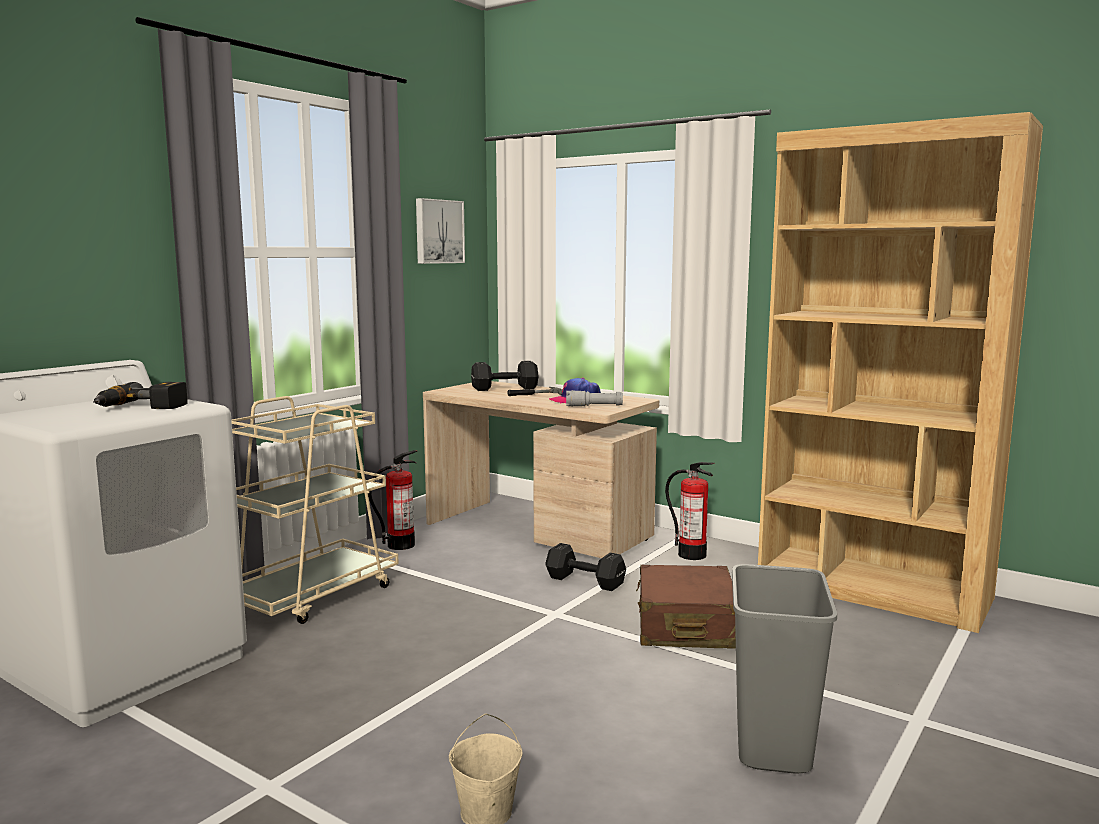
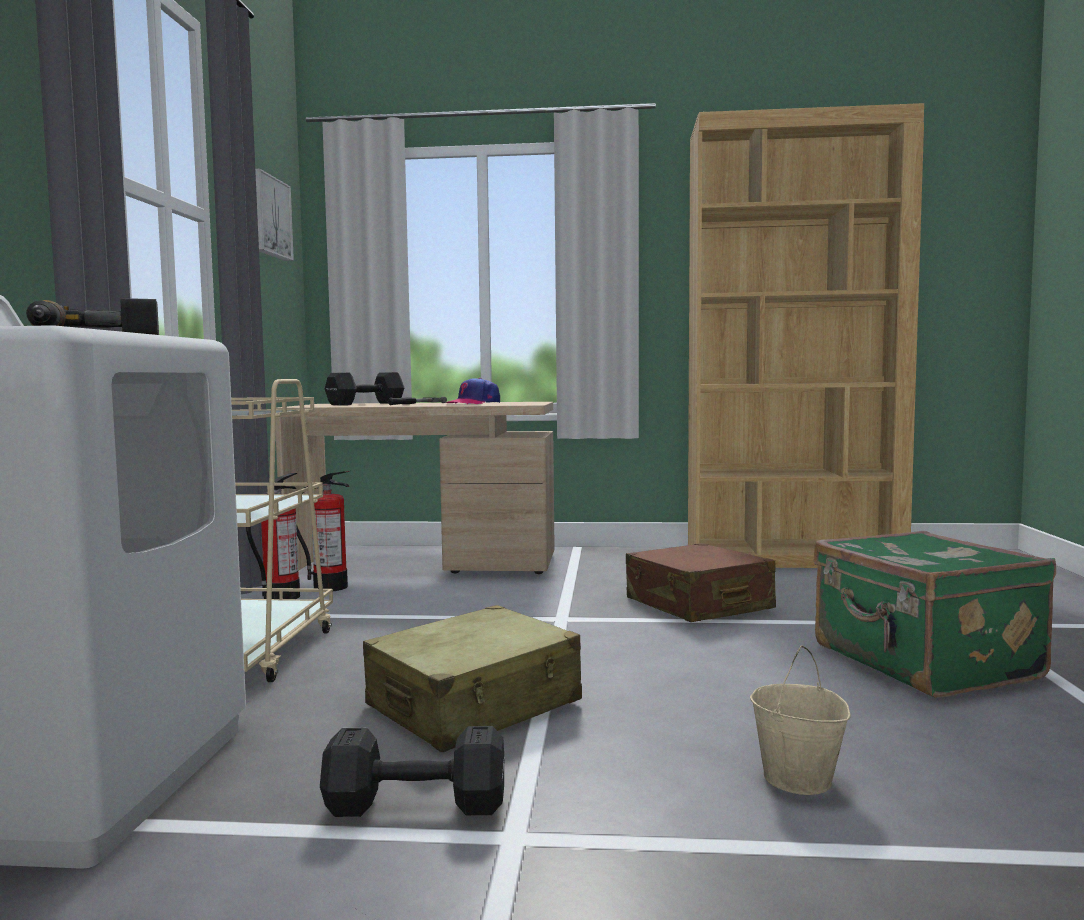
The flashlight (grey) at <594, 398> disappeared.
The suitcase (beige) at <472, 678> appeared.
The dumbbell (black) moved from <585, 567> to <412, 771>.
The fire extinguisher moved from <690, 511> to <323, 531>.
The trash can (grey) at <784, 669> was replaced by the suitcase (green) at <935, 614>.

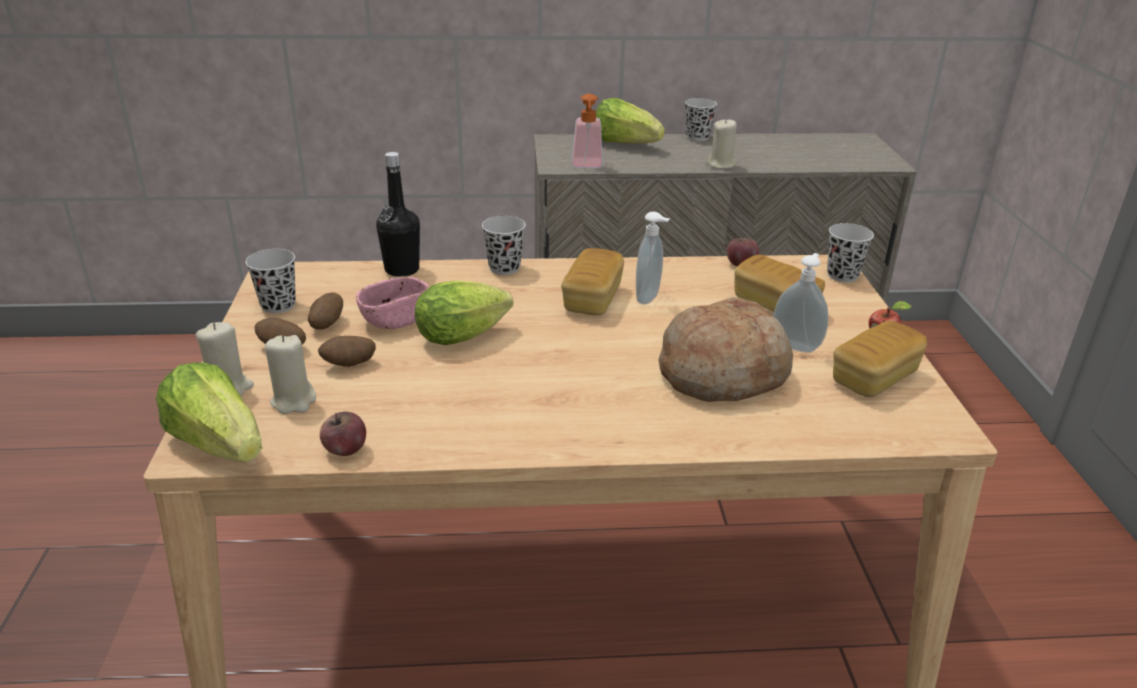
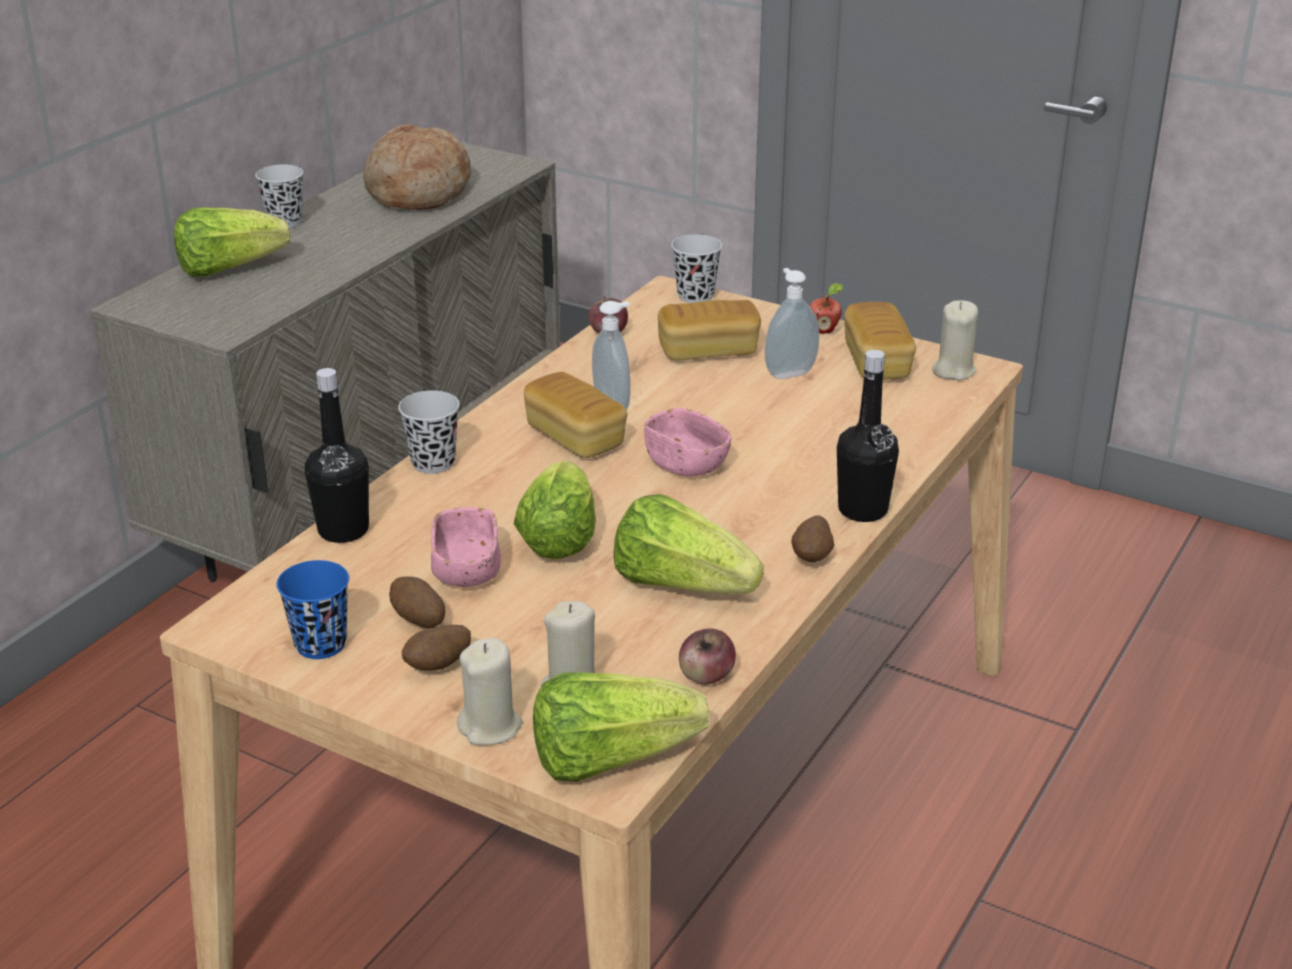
The soap dispenser at <587, 131> disappeared.
The lettuce at <689, 544> appeared.
The bowl (pink) at <687, 442> appeared.
The bottle (black) at <868, 436> appeared.
The potato moved from <347, 351> to <812, 539>.
The bread moved from <725, 349> to <417, 167>.
The candle (beige) moved from <722, 143> to <955, 341>.
The cup (black) at <271, 281> became the cup (blue) at <312, 609>.

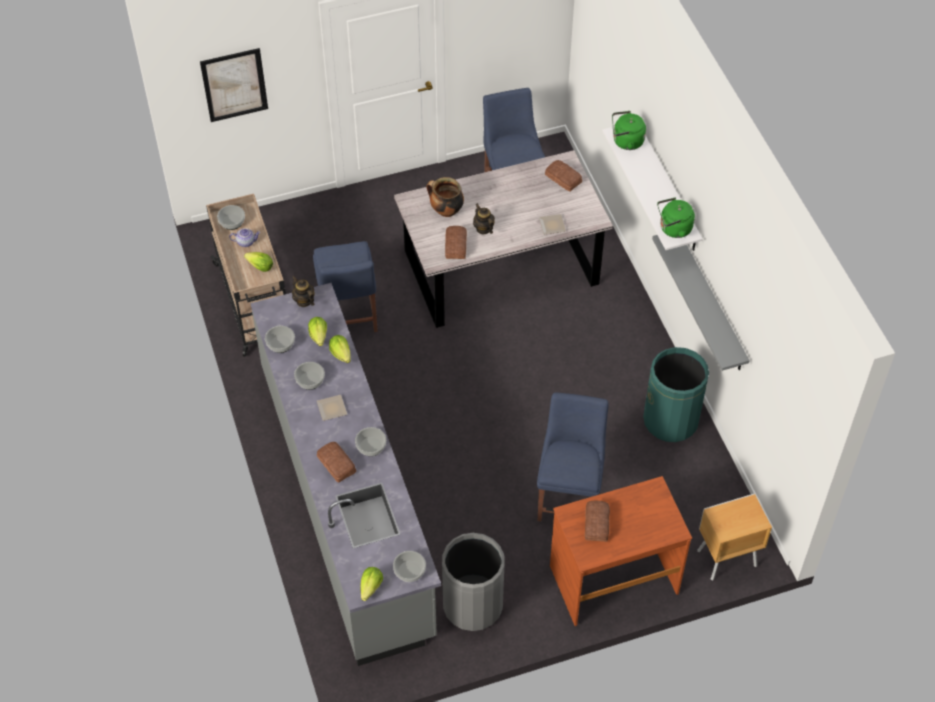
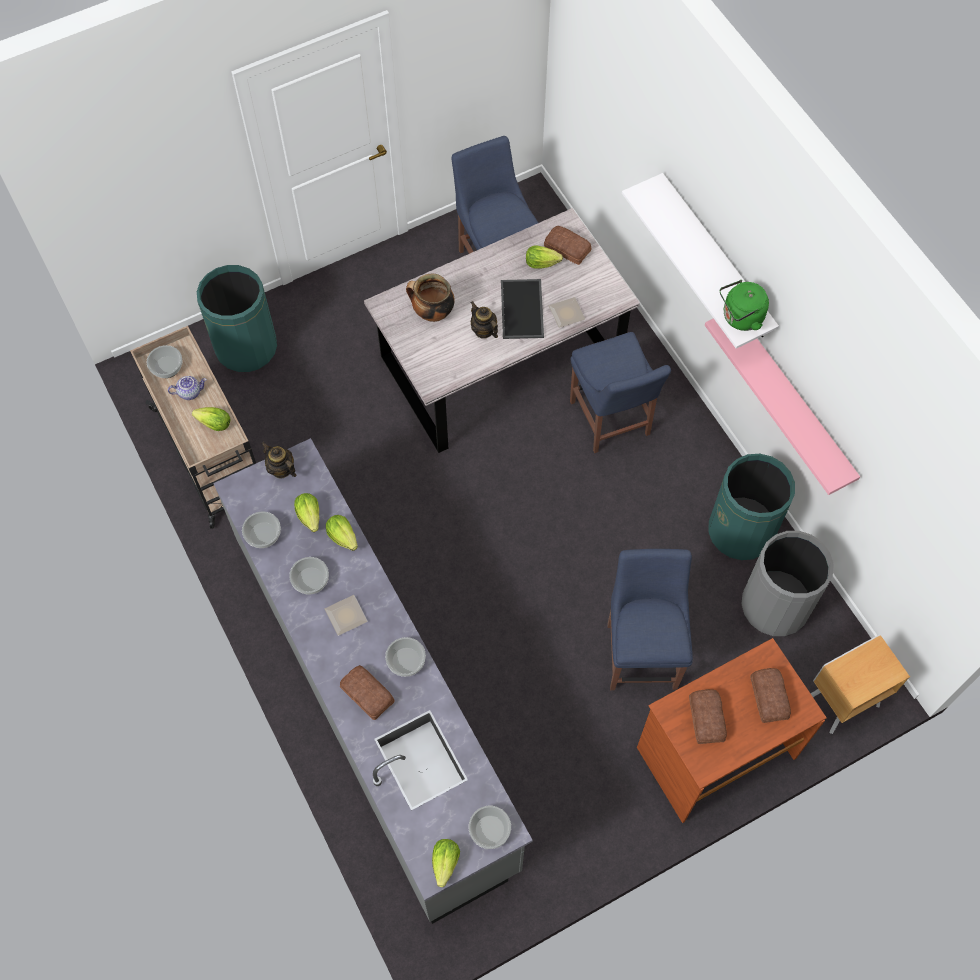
The picture at <234, 85> disappeared.
The kettle (green) at <629, 130> disappeared.
The trash can (green) at <237, 318> appeared.
The tray at <522, 309> appeared.
The lettuce at <544, 257> appeared.
The chair (blue) moved from <345, 286> to <620, 392>.
The trash can (grey) moved from <473, 582> to <787, 583>.
The bread moved from <456, 242> to <770, 695>.
The shelf (grey) at <701, 303> became the shelf (pink) at <782, 406>.

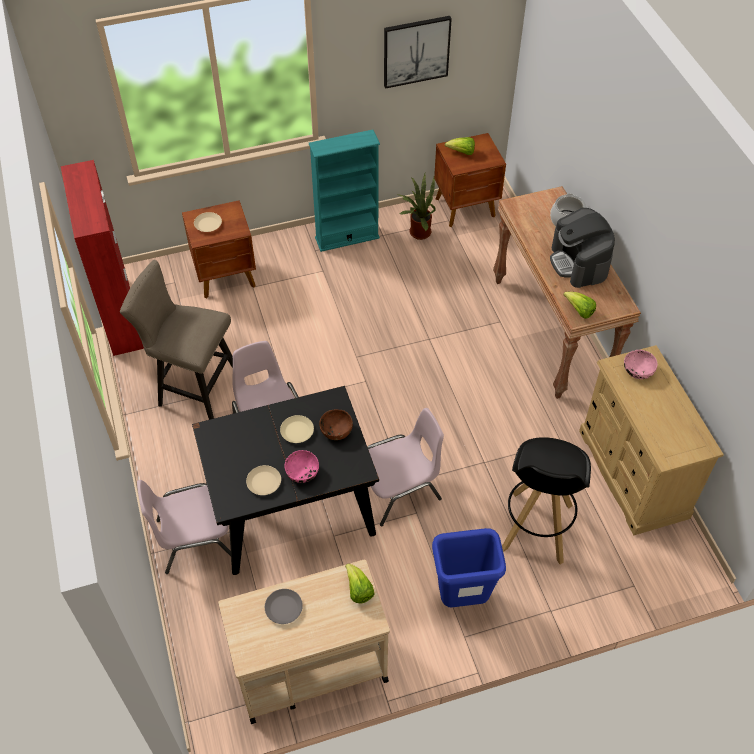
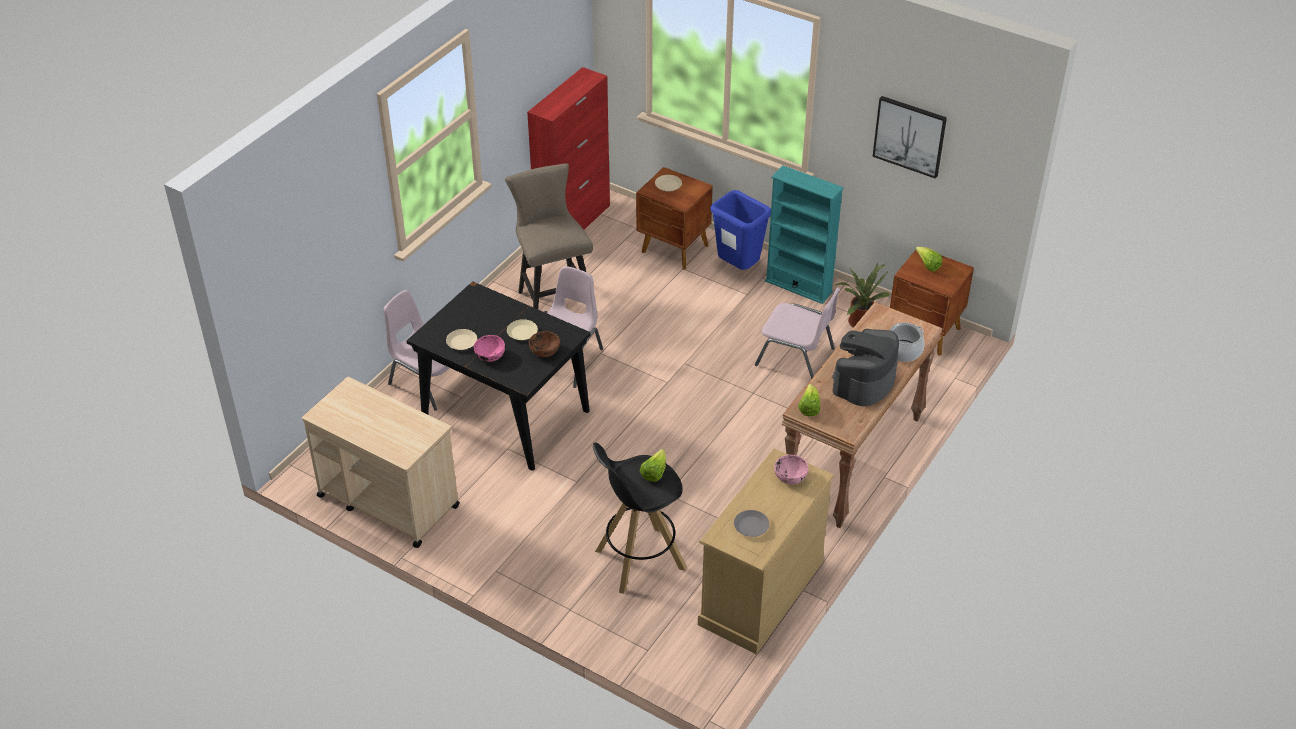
The plate (grey) moved from <284, 606> to <751, 523>.
The lettuce moved from <360, 583> to <653, 465>.
The chair (pink) moved from <405, 467> to <797, 333>.
The trash can (blue) moved from <469, 567> to <740, 230>.

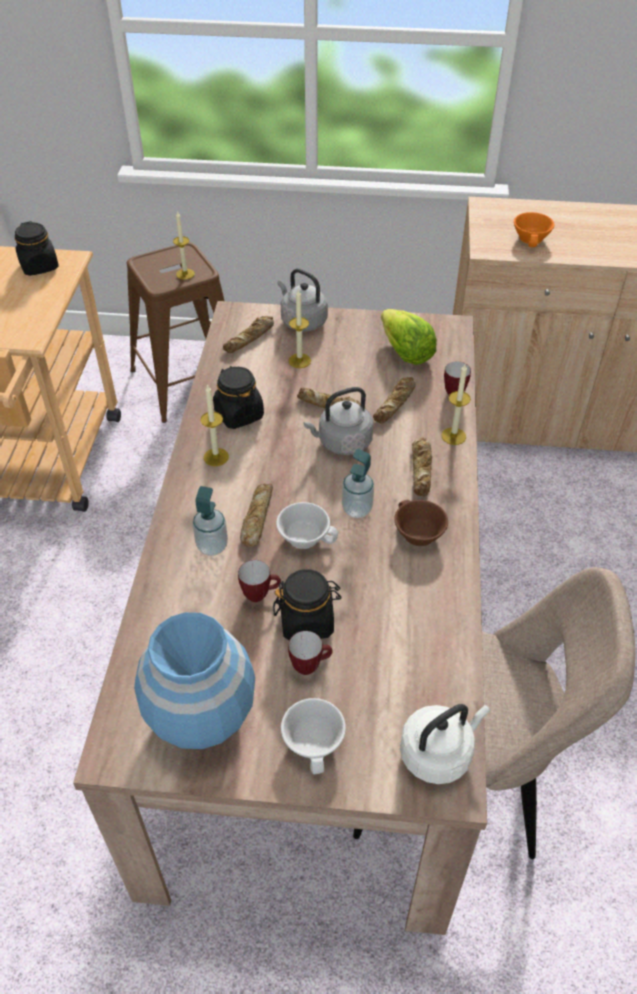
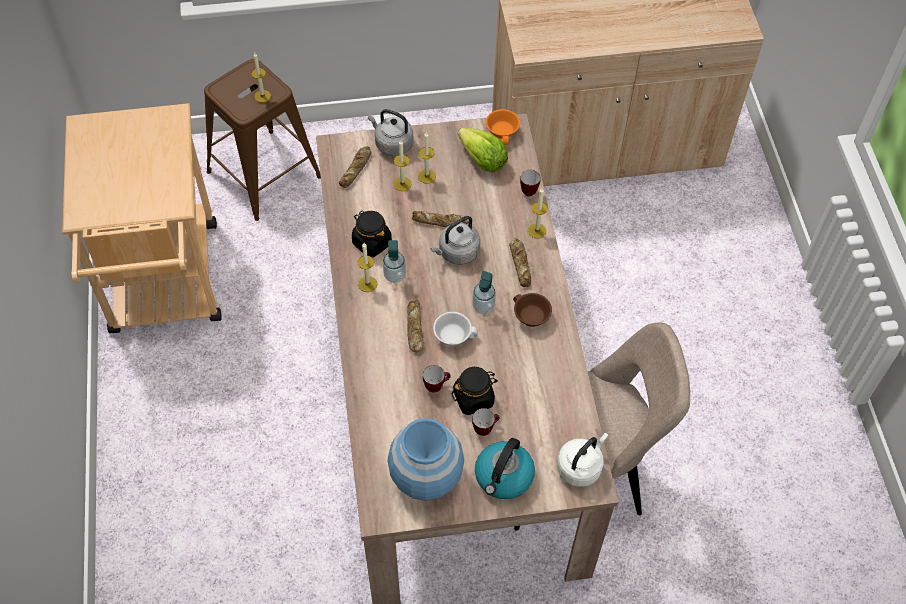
The jar (black) at <37, 248> disappeared.
The bread at <394, 400> disappeared.
The candle at <427, 158> appeared.
The soap dispenser moved from <210, 521> to <394, 261>.
The cup (orange) moved from <534, 229> to <503, 127>.
The cup (white) at <313, 736> was replaced by the kettle at <505, 468>.

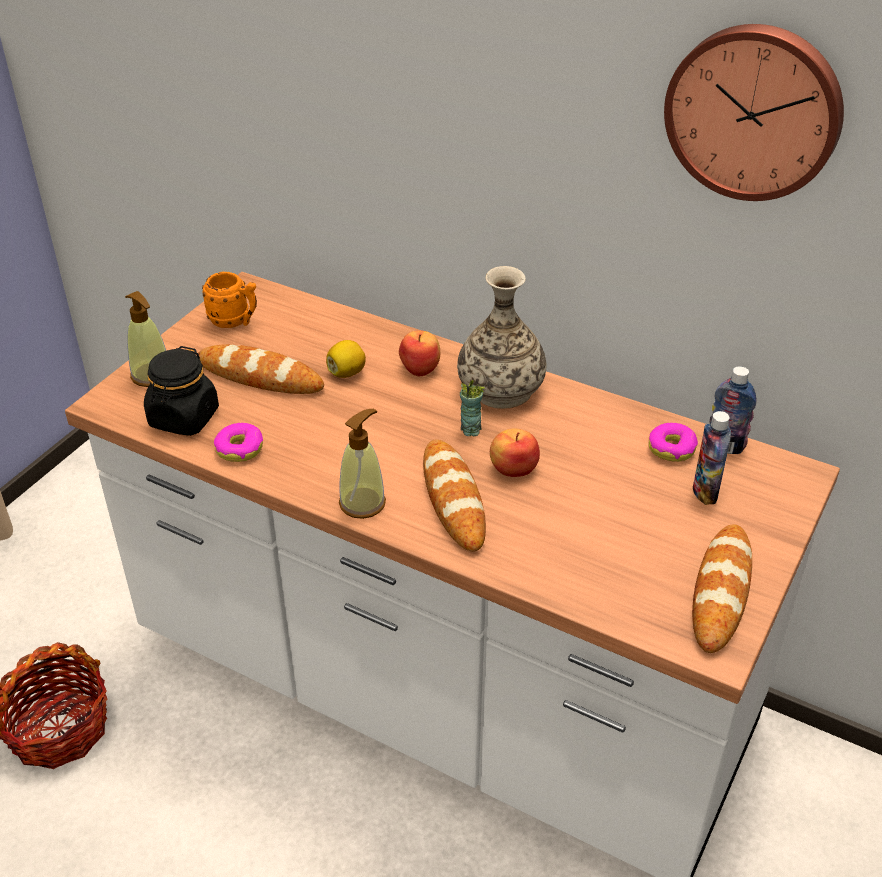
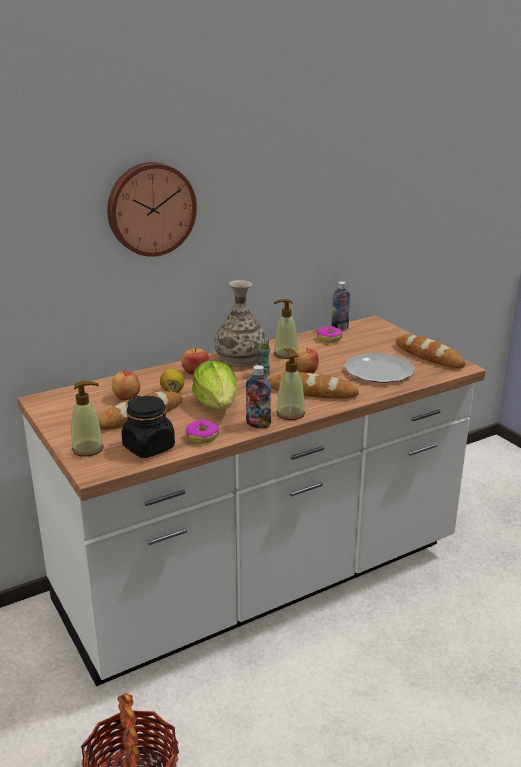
The mug (orange) at <229, 300> disappeared.
The apple at <126, 385> appeared.
The lettuce at <215, 385> appeared.
The soap dispenser at <285, 329> appeared.
The plate at <379, 368> appeared.
The wall clock moved from <754, 112> to <152, 209>.
The bottle moved from <712, 458> to <258, 396>.

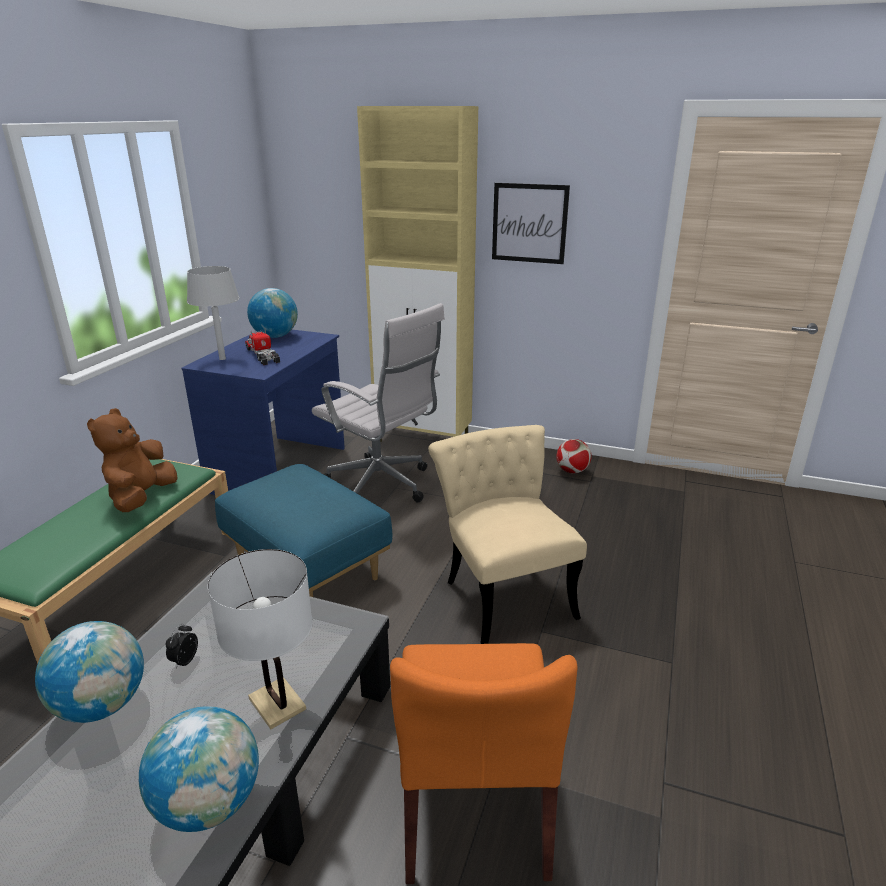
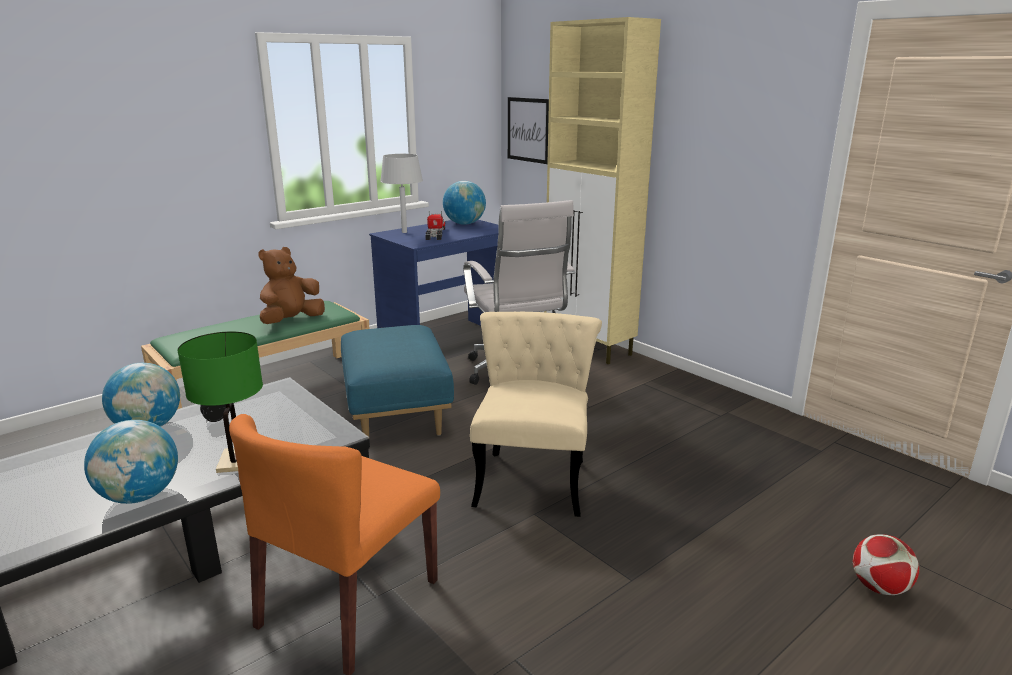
The picture moved from <531, 223> to <528, 130>.
The football moved from <573, 456> to <886, 564>.
The table lamp (white) at <260, 639> became the table lamp (green) at <220, 402>.

